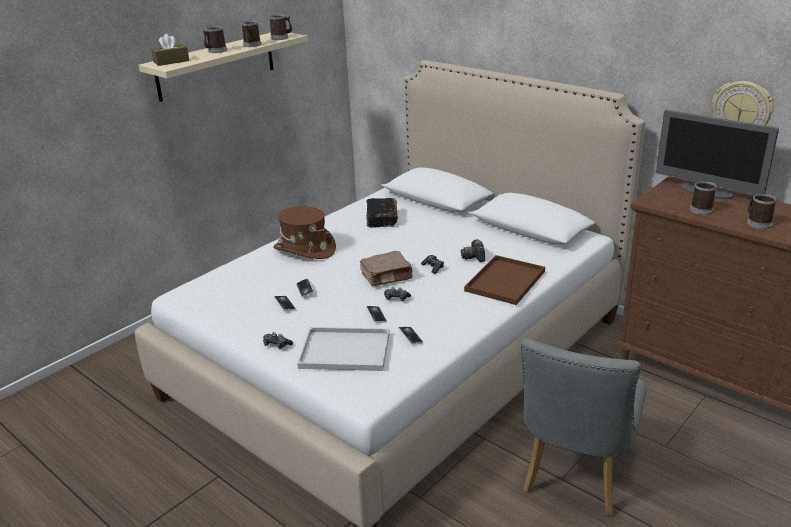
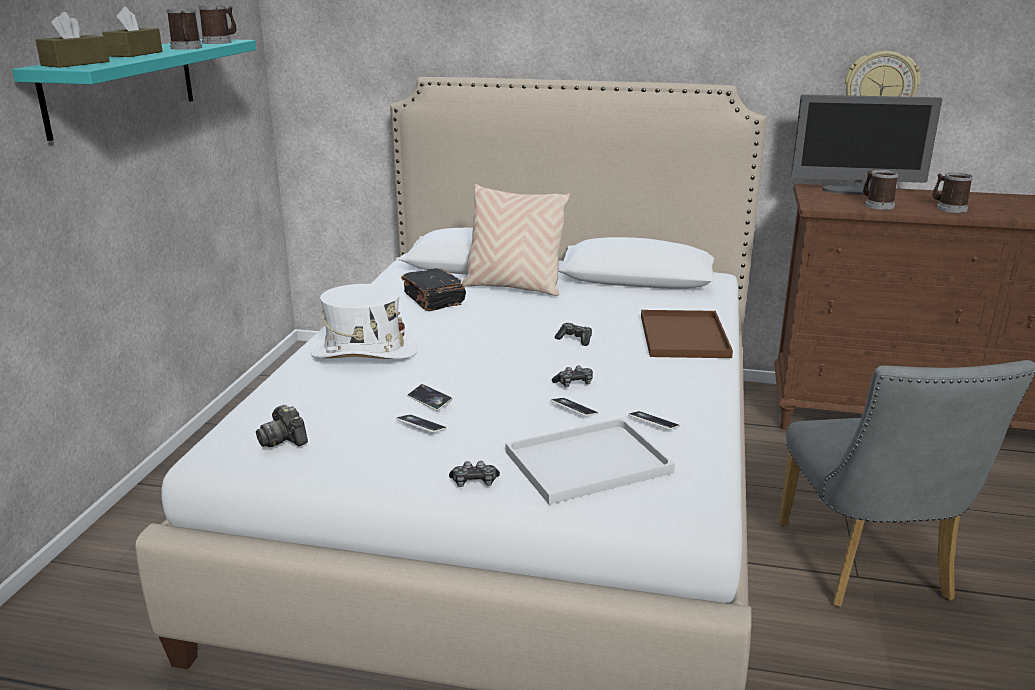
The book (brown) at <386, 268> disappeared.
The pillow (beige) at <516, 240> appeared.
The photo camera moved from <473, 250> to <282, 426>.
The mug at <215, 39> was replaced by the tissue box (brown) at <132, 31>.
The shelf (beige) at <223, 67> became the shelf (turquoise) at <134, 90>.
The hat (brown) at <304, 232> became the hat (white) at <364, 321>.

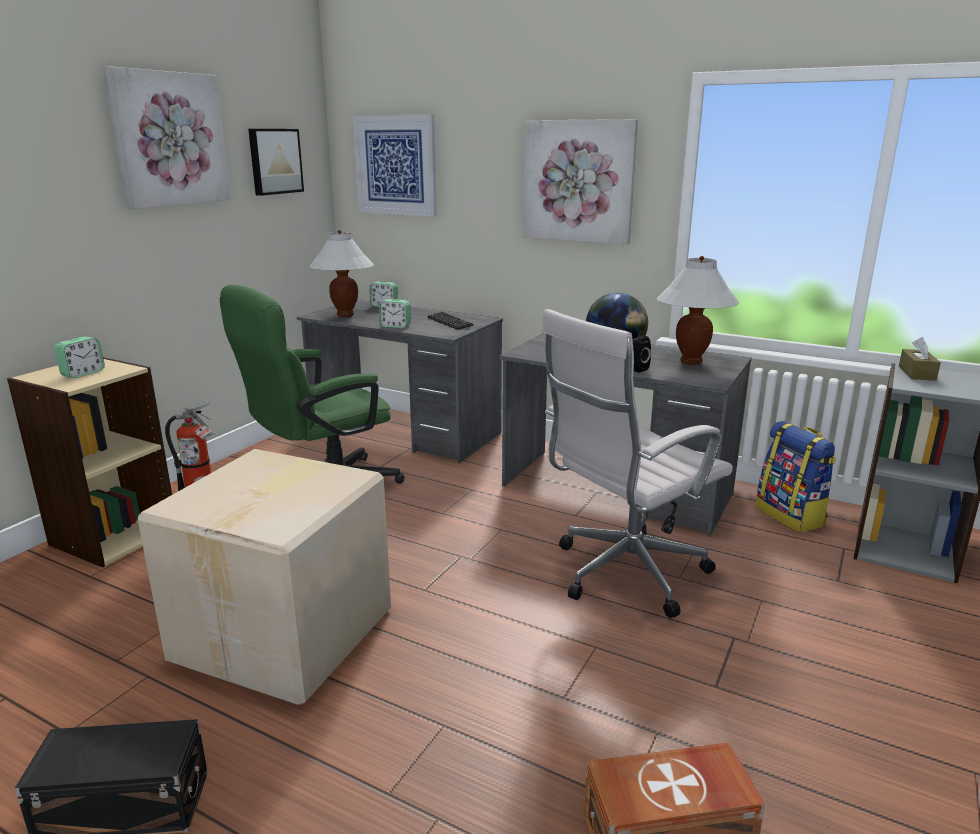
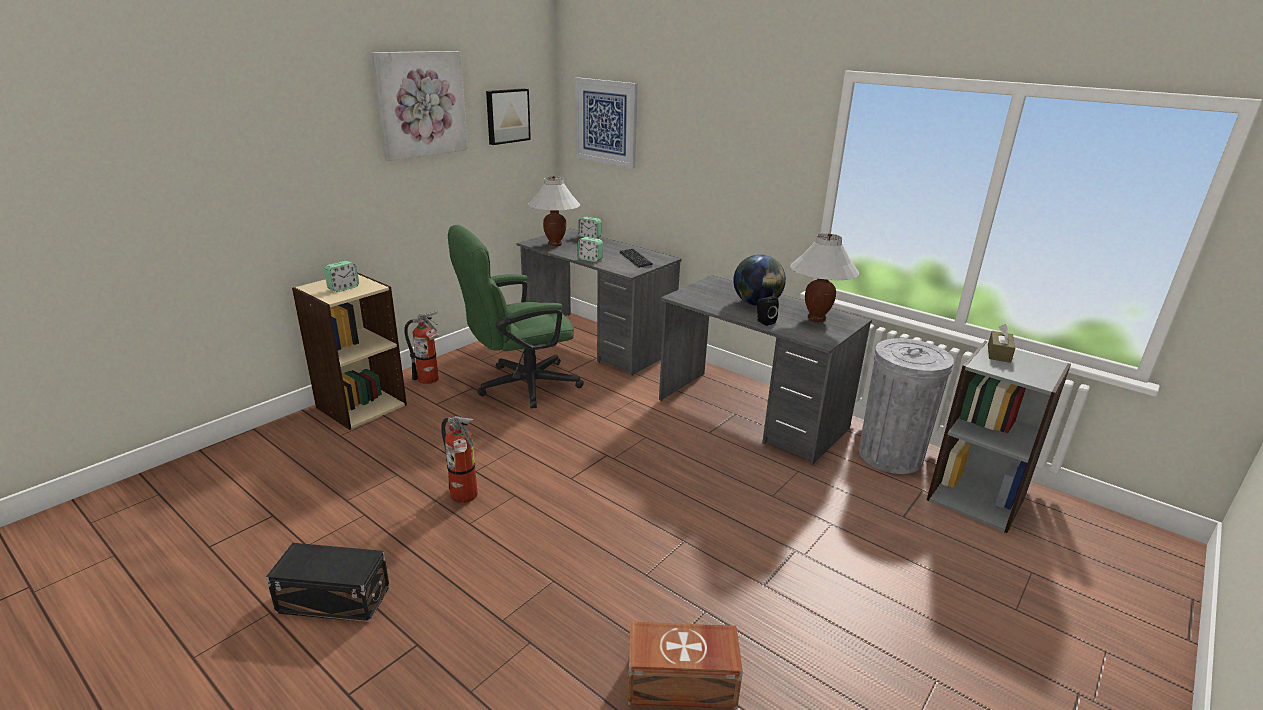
The picture at <580, 182> disappeared.
The office chair (white) at <637, 463> disappeared.
The cardboard box at <264, 577> was replaced by the fire extinguisher at <459, 459>.
The backpack at <795, 477> was replaced by the trash can (grey) at <906, 406>.

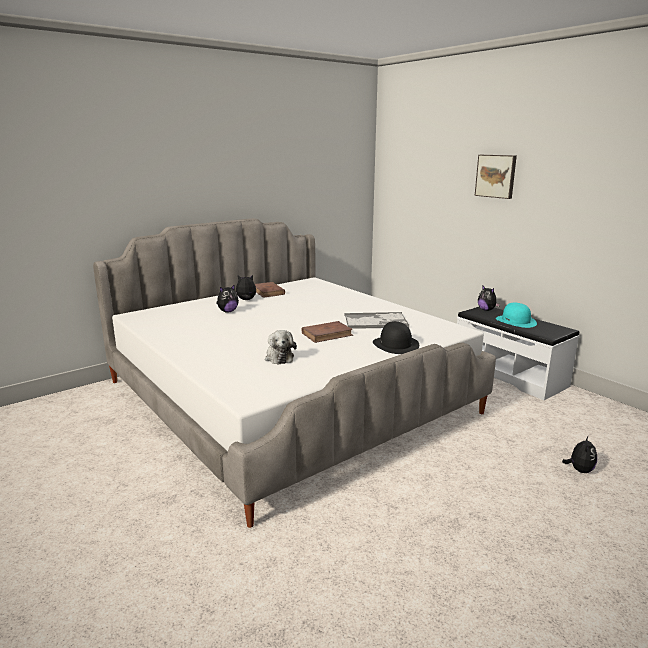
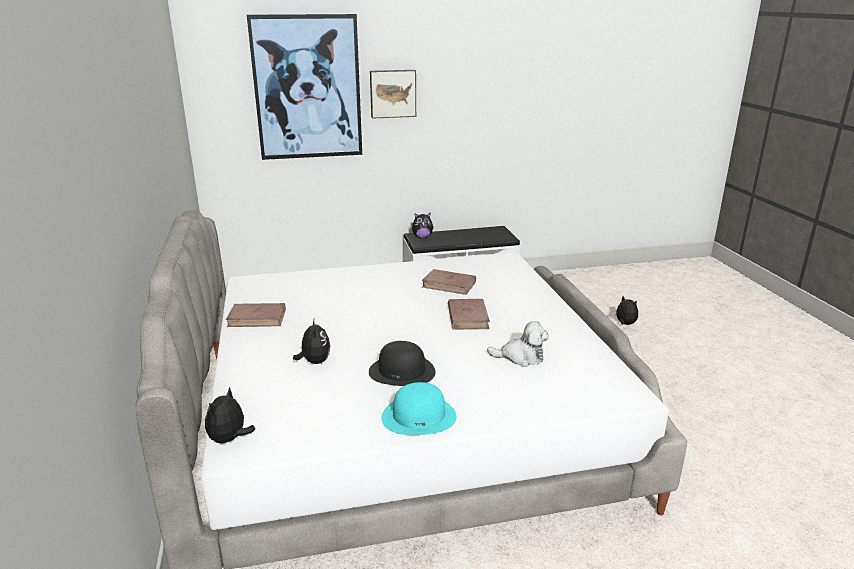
The picture at <304, 87> appeared.
The plush toy moved from <246, 287> to <230, 415>.
The hat (black) moved from <396, 337> to <402, 363>.
The hat (turquoise) moved from <516, 315> to <419, 408>.
The tray at <376, 320> was replaced by the book (brown) at <449, 282>.

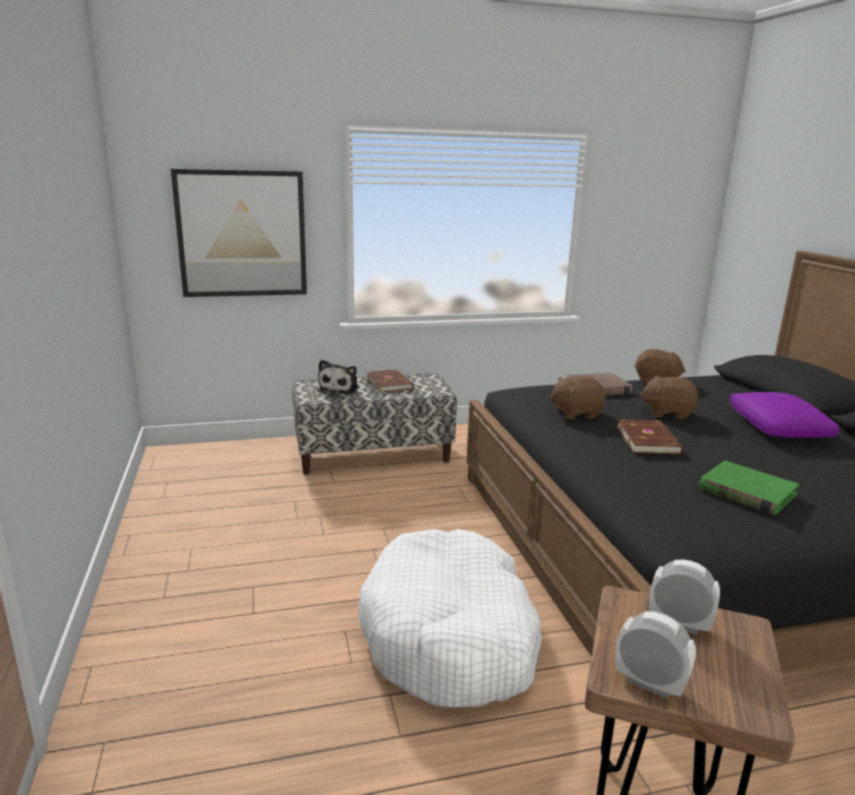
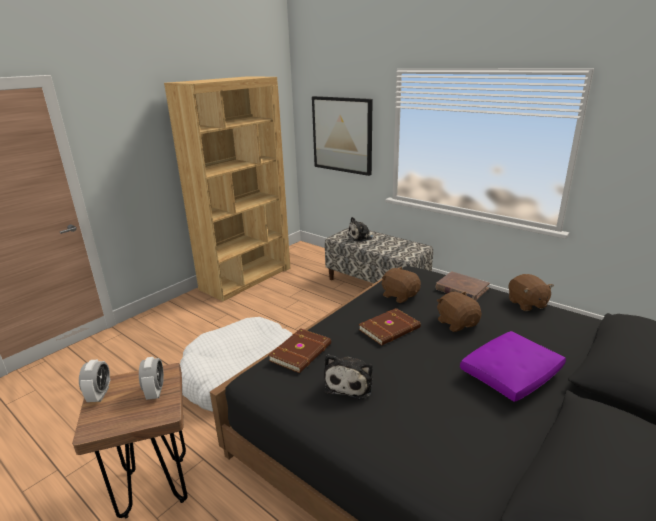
The bookcase (brown) at <227, 188> appeared.
The book (brown) moved from <389, 381> to <299, 350>.
The book (green) at <749, 488> was replaced by the plush toy at <348, 377>.

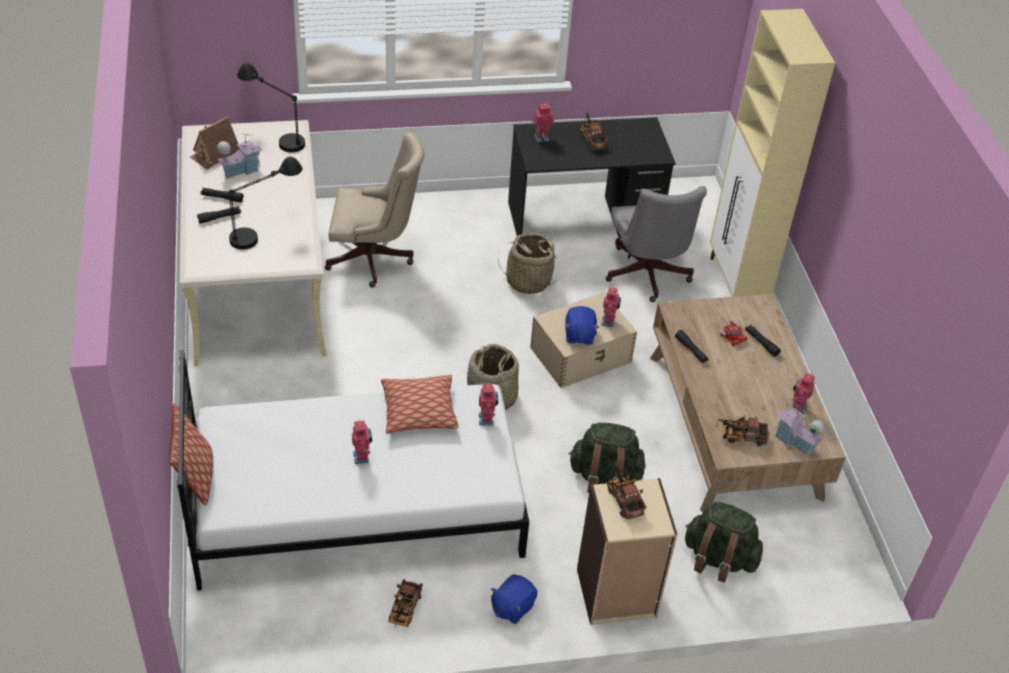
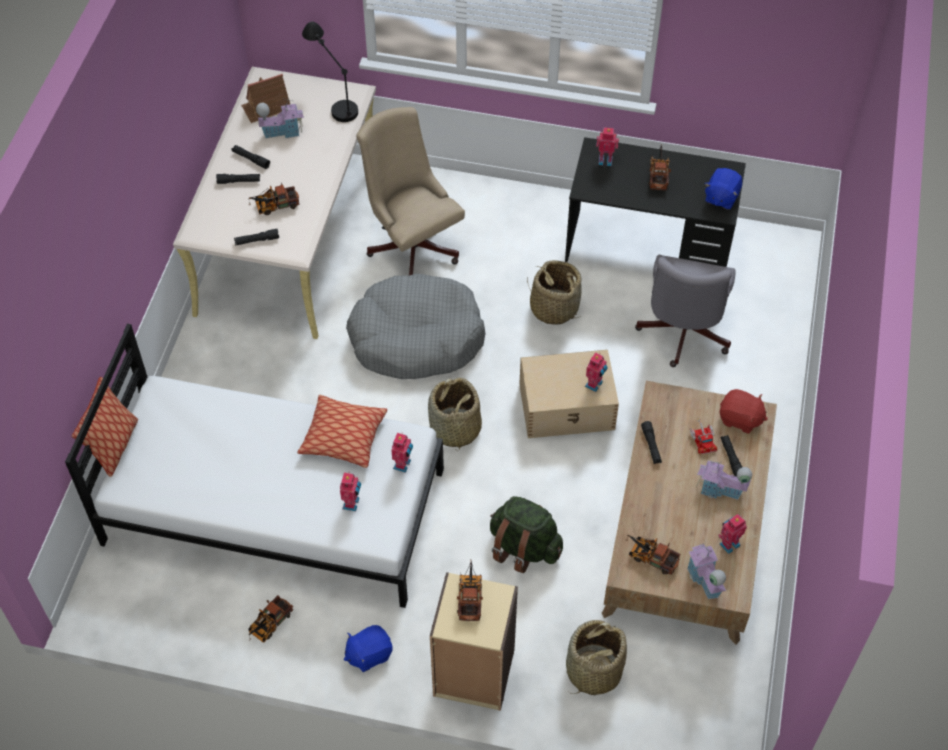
The cabinet (beige) at <772, 153> disappeared.
The flashlight (black) at <256, 237> appeared.
The dog bed (grey) at <415, 326> appeared.
The toy house at <724, 480> appeared.
The plush toy (red) at <744, 411> appeared.
The toy robot moved from <362, 441> to <350, 491>.
The plush toy (blue) moved from <582, 325> to <723, 189>.
The table lamp (black) at <265, 202> was replaced by the toy truck at <273, 199>.
The backpack (green) at <724, 542> was replaced by the basket at <596, 657>.
The office chair (beige) at <374, 210> turned 150 degrees counterclockwise.

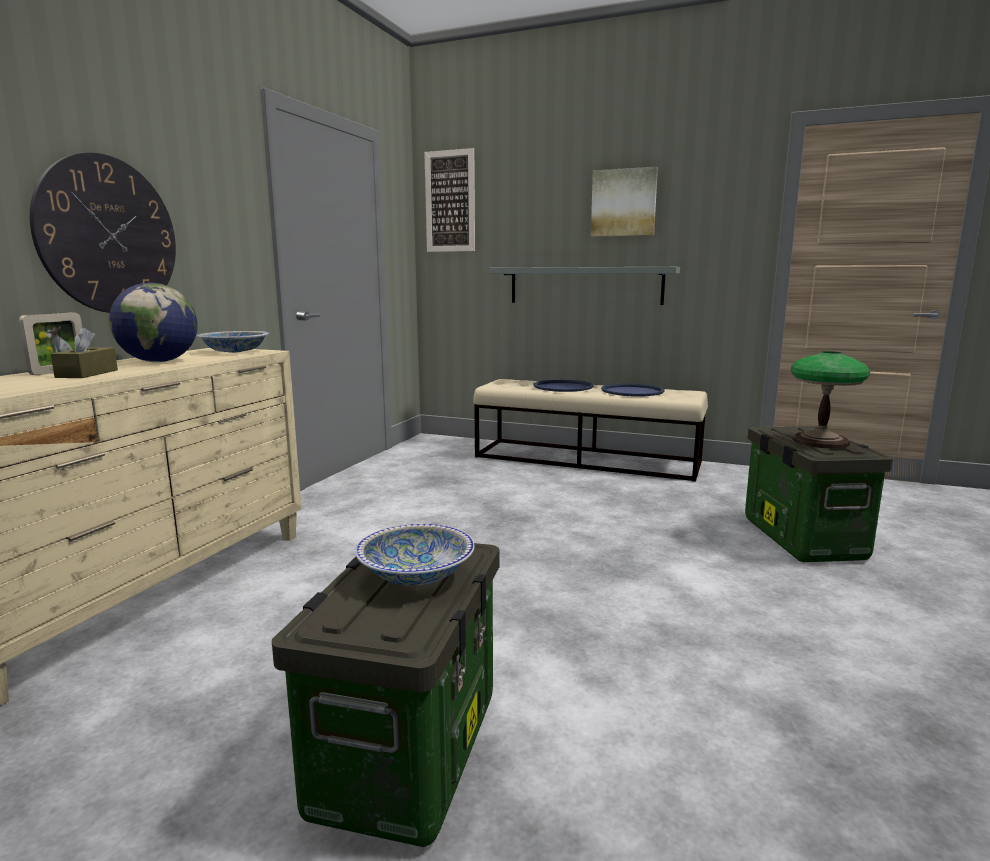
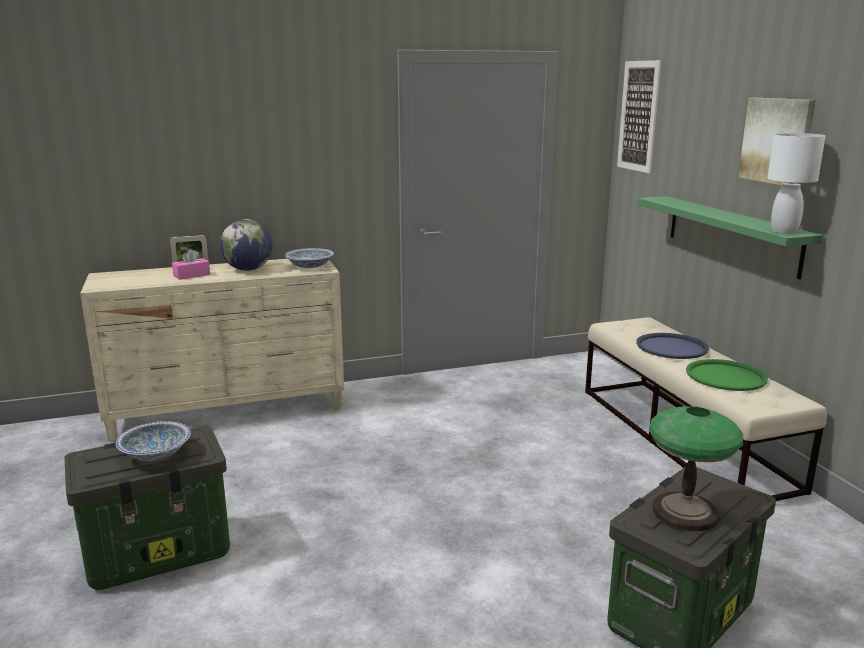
The wall clock at <103, 232> disappeared.
The table lamp (white) at <796, 183> appeared.
The tissue box (brown) at <84, 352> became the tissue box (pink) at <191, 264>.
The shelf (grey) at <584, 286> became the shelf (green) at <730, 237>.
The tray (blue) at <633, 390> became the tray (green) at <727, 375>.

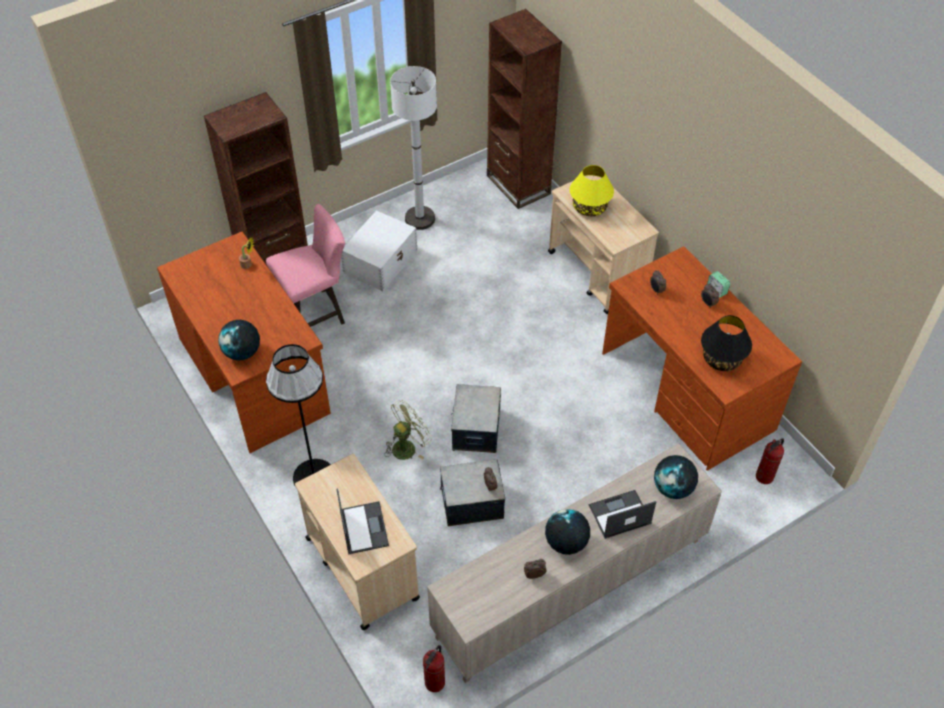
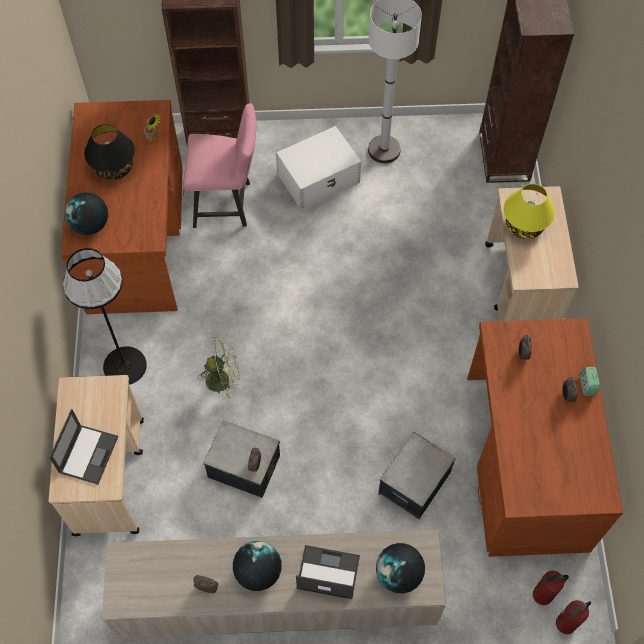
The fire extinguisher moved from <434, 668> to <573, 617>.
The storage box moved from <476, 418> to <416, 475>.
The table lamp (black) moved from <726, 343> to <109, 152>.

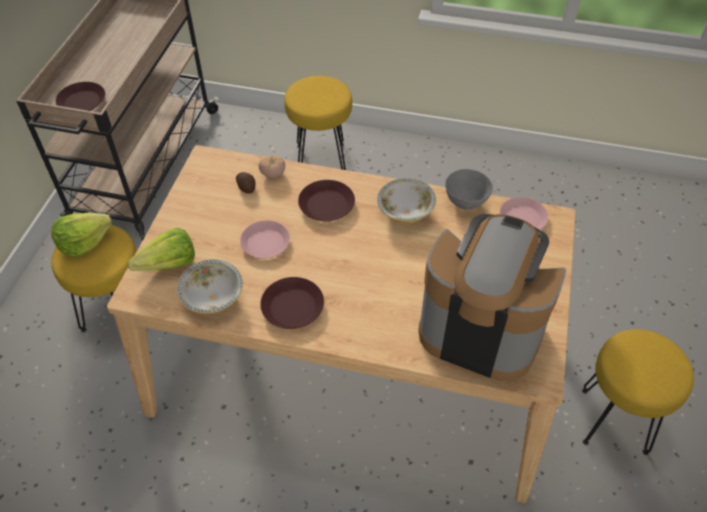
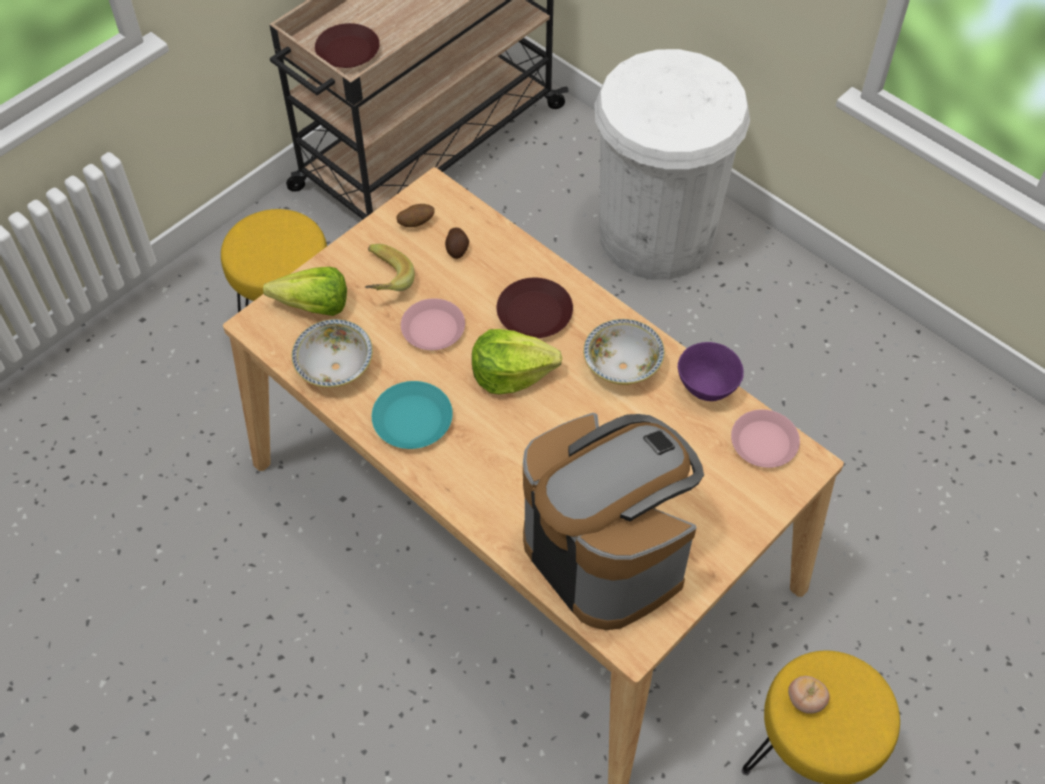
The banana at <390, 267> appeared.
The potato at <415, 215> appeared.
The lettuce moved from <81, 235> to <517, 361>.
The tomato moved from <272, 166> to <809, 695>.
The stool (yellow) at <318, 123> was replaced by the trash can (white) at <672, 164>.
The plate (brown) at <292, 303> became the plate (turquoise) at <412, 415>.
The bowl (grey) at <469, 189> became the bowl (purple) at <711, 371>.

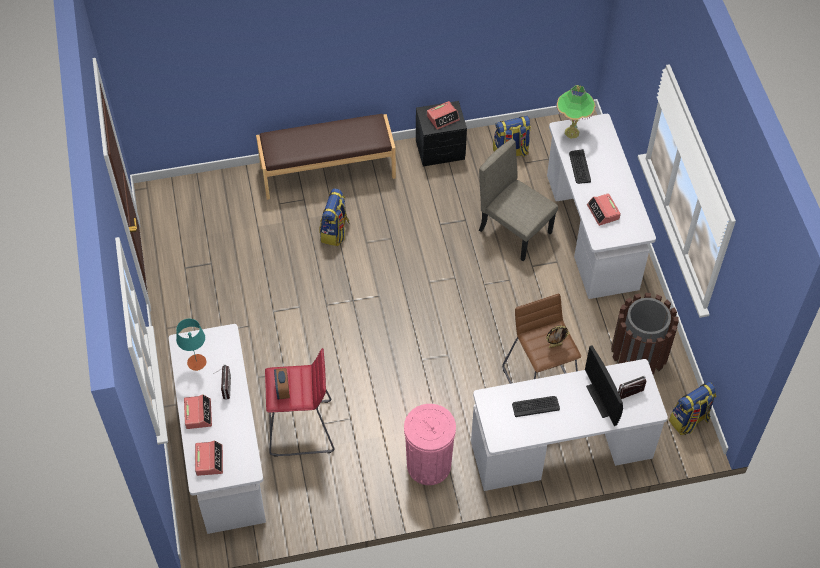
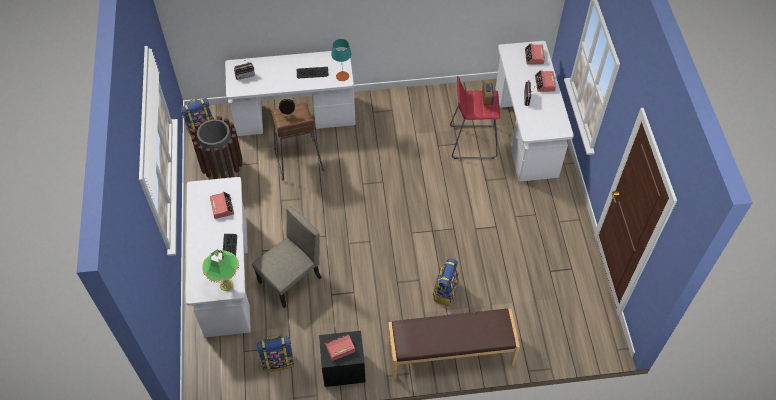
The trash can (pink) at <430, 444> disappeared.
The monitor at <604, 385> disappeared.
The table lamp (turquoise) moved from <191, 345> to <341, 60>.
The chair (beige) at <518, 200> turned 90 degrees counterclockwise.

